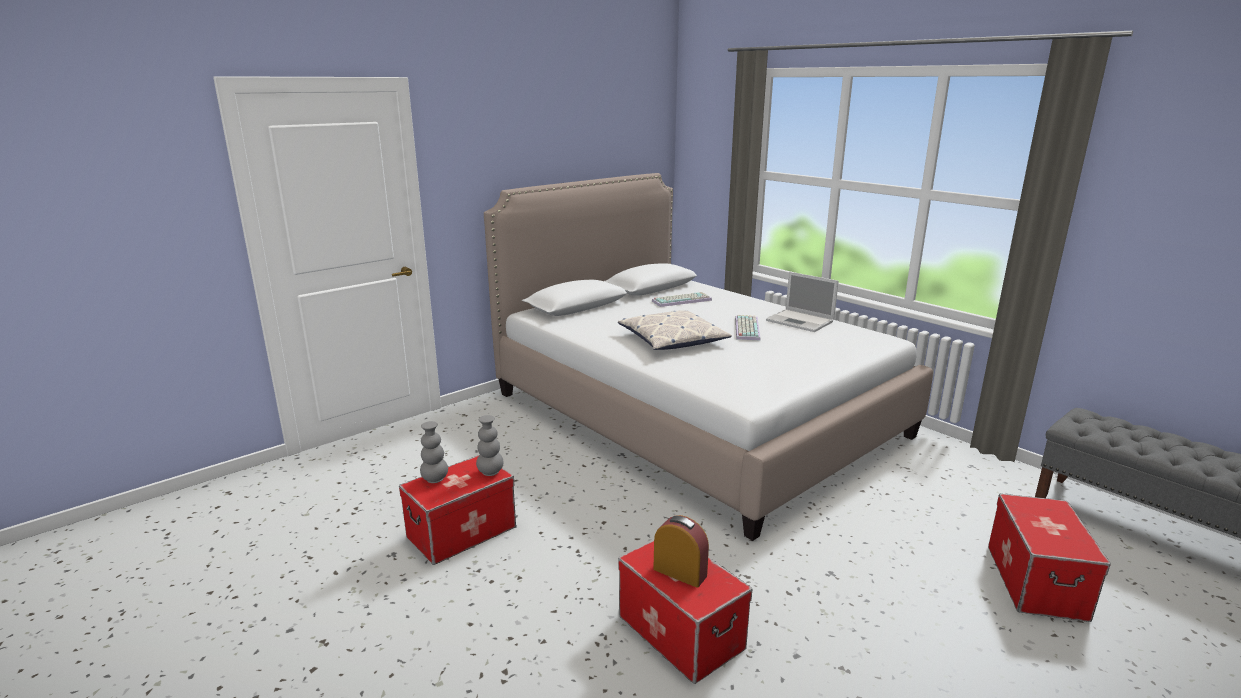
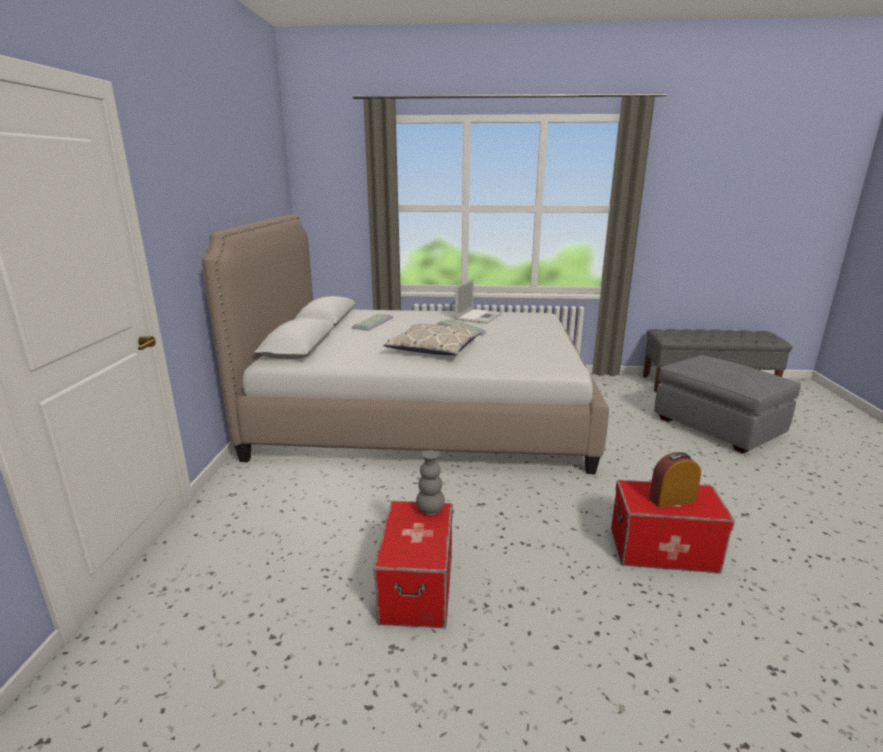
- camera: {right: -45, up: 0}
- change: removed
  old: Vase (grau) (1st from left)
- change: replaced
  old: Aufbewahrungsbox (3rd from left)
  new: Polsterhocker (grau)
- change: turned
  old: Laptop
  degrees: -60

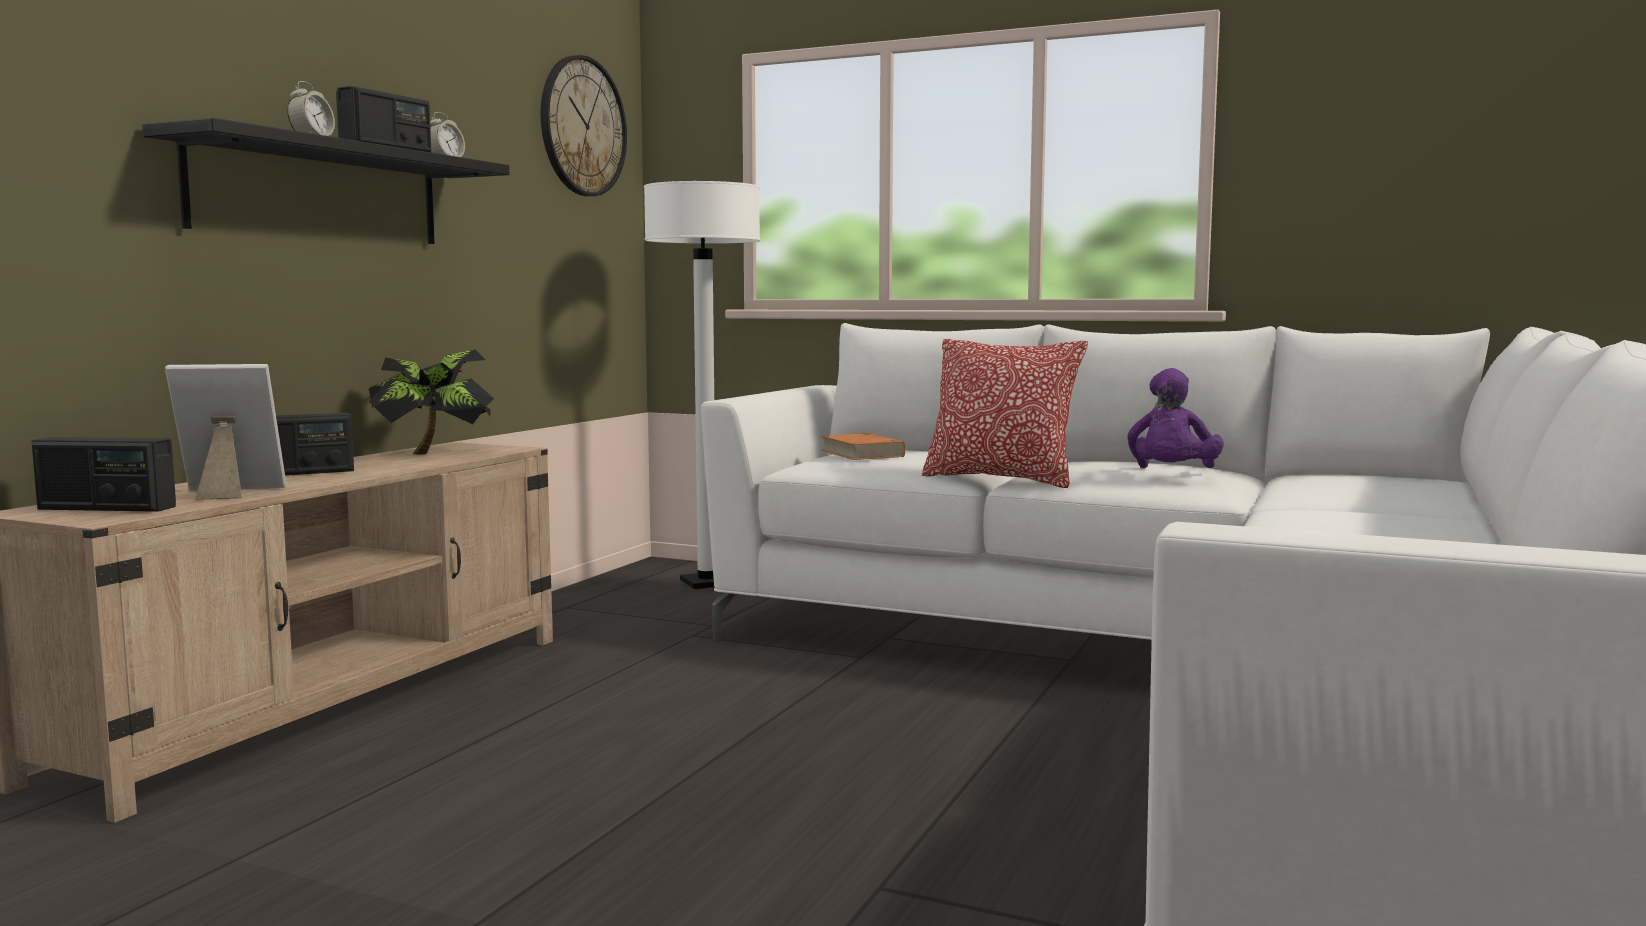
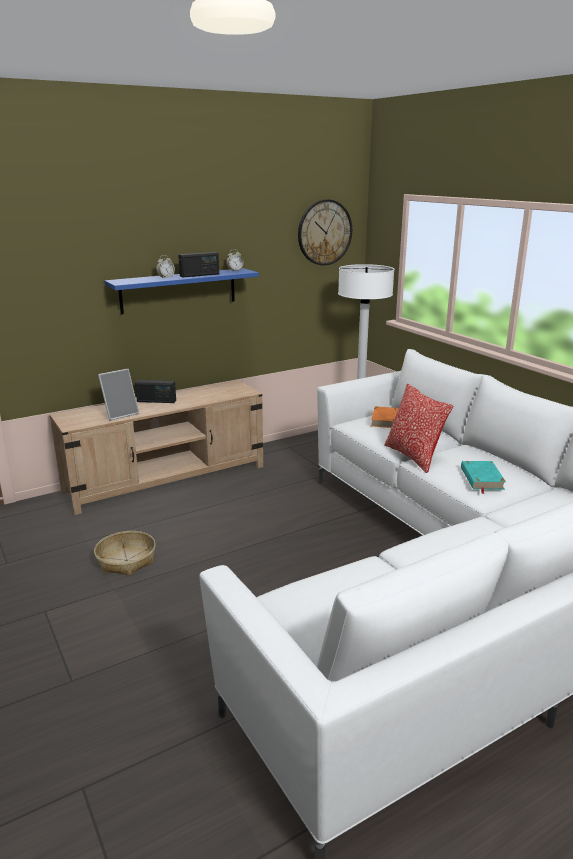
- camera: {right: 35, up: 15}
- change: removed
  old: Radio (1st from left)
- change: removed
  old: Topfpflanze
- change: added
  new: Korb
- change: replaced
  old: Plüschtier (lila)
  new: Buch (türkis)
- change: recoloured
  old: Wandregal (schwarz)
  new: Wandregal (blau)
- change: turned
  old: Bilderrahmen
  degrees: 120

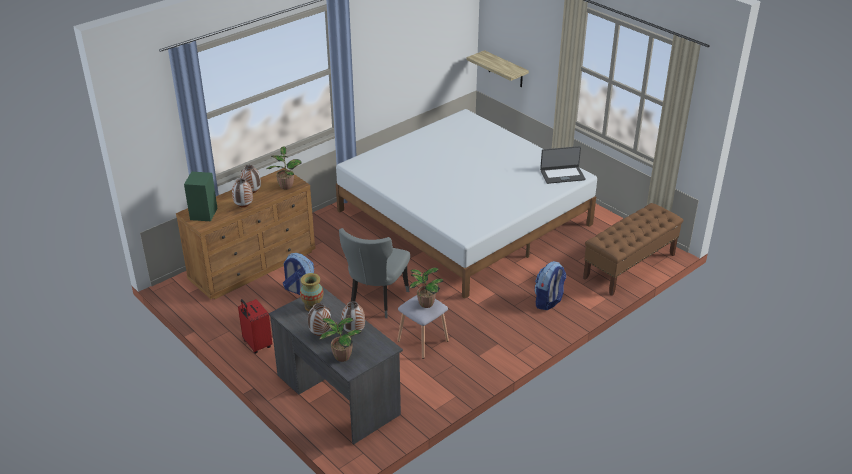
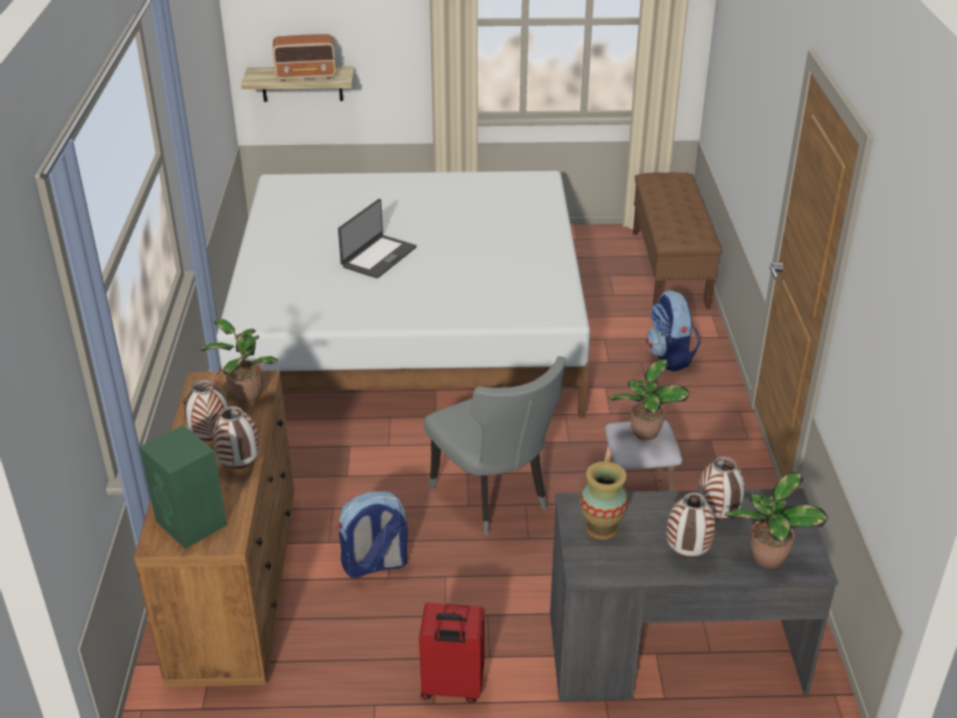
- camera: {right: -50, up: 0}
- change: added
  new: Radio
- change: moved
  old: Laptop

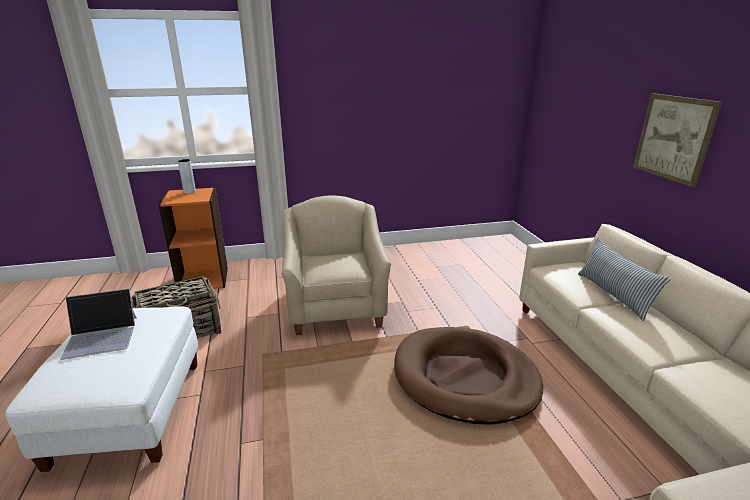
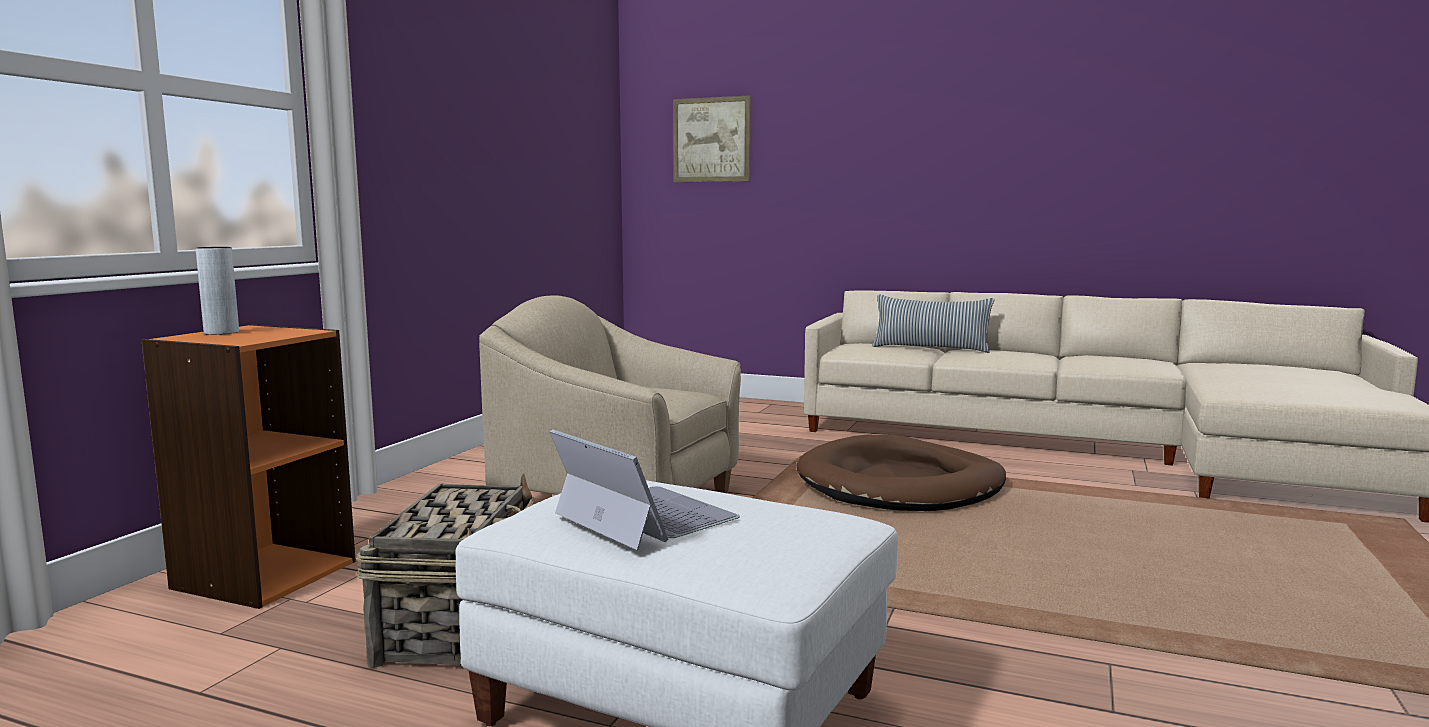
- camera: {right: -55, up: -15}
- change: moved
  old: Bild
- change: turned
  old: Laptop
  degrees: -60

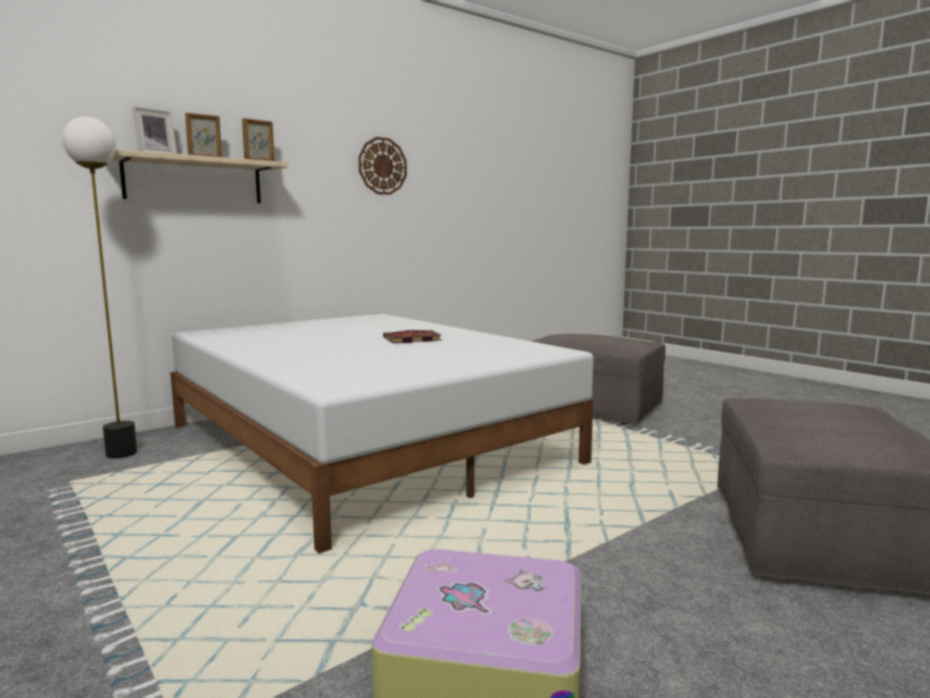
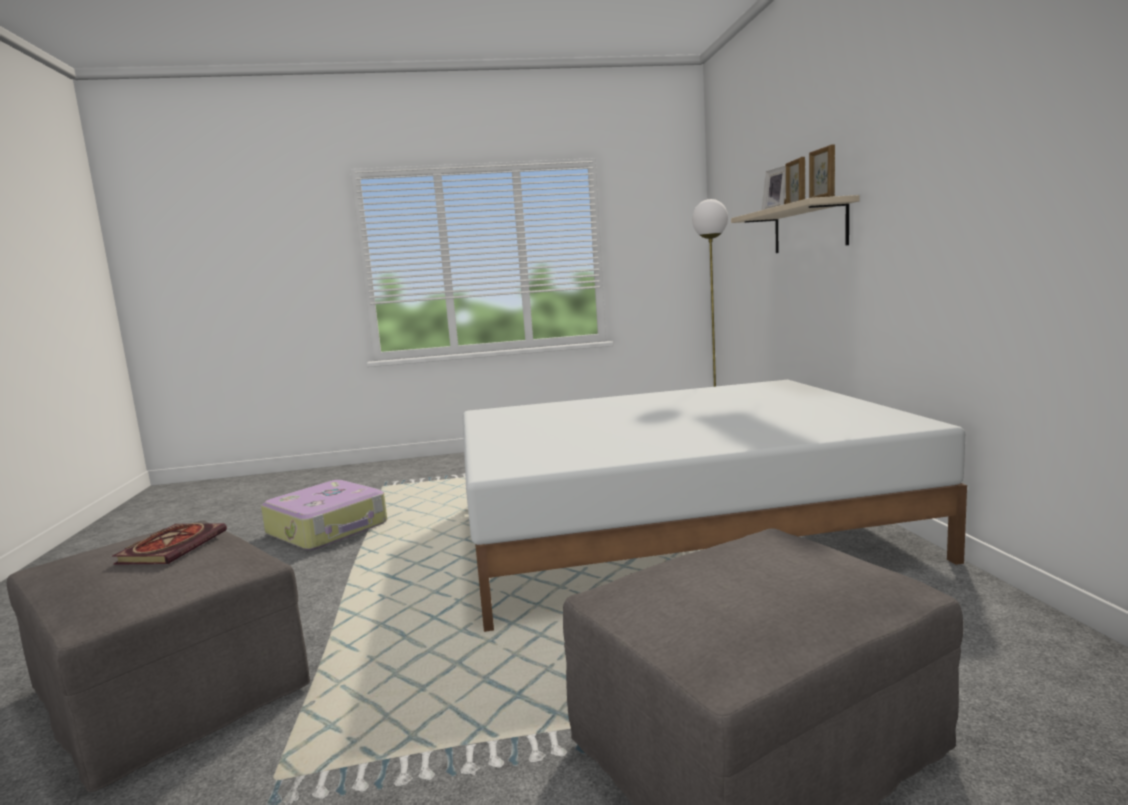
- camera: {right: 120, up: 0}
- change: removed
  old: Wanduhr
- change: moved
  old: Buch

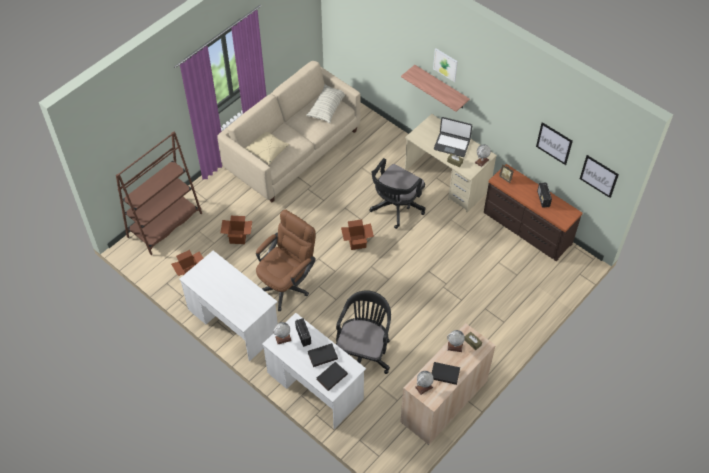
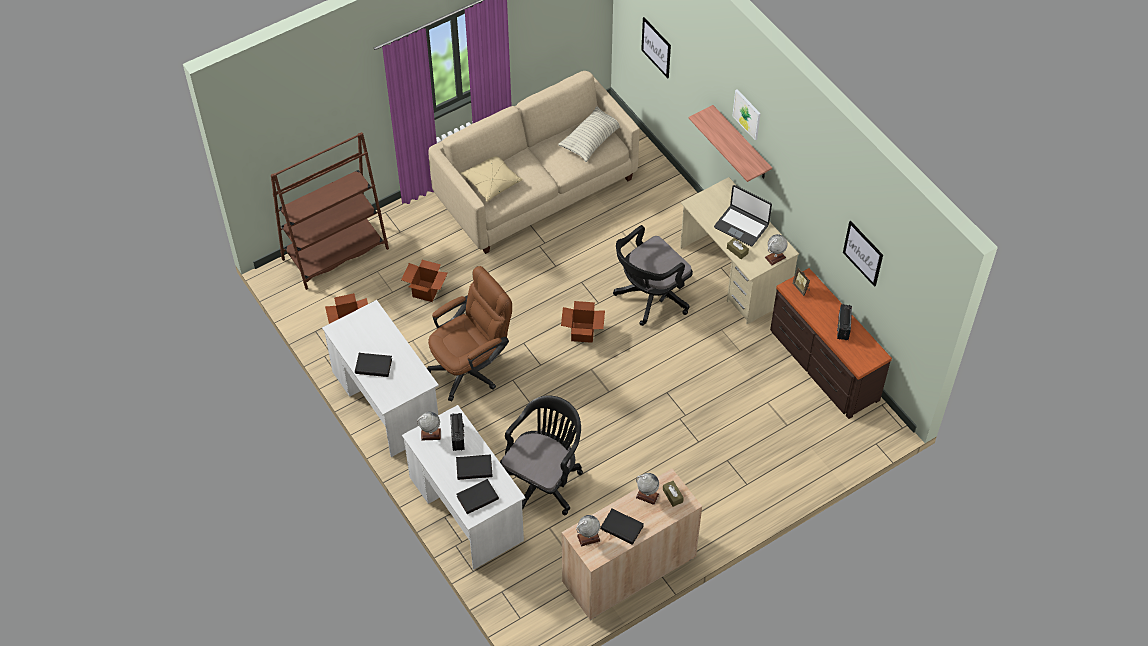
- camera: {right: 15, up: 0}
- change: added
  new: Buch (schwarz) (1st from left)
- change: moved
  old: Bild (3rd from left in the first image)
  new: Bild (1st from left)

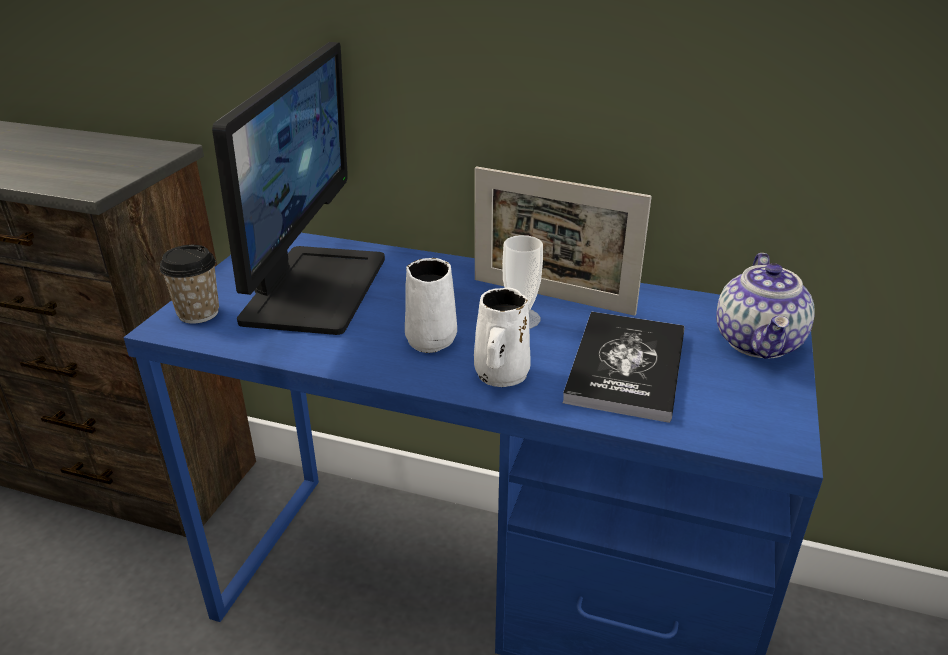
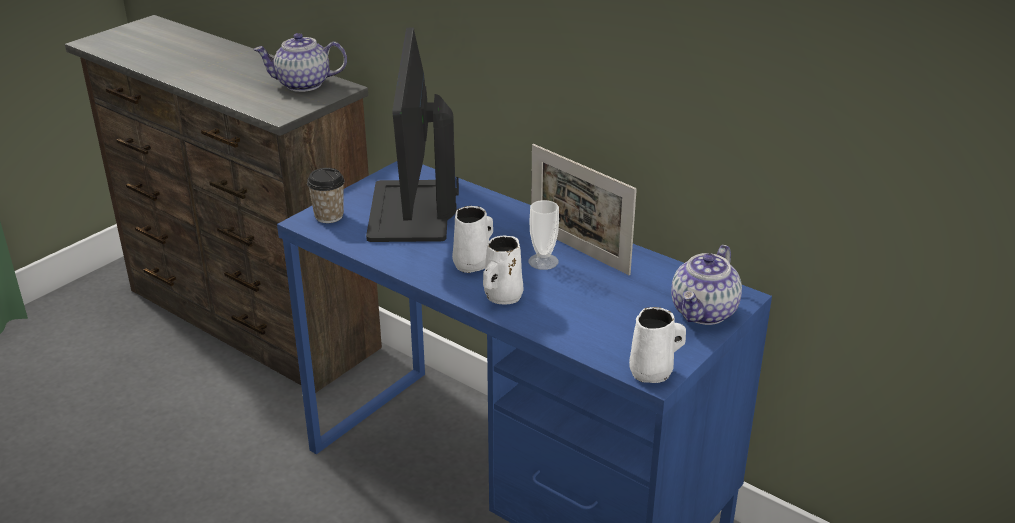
- camera: {right: 20, up: 0}
- change: removed
  old: Buch
- change: added
  new: Teekanne (1st from left)
- change: added
  new: Henkelbecher (weiß) (3rd from left)
- change: turned
  old: Monitor
  degrees: 150

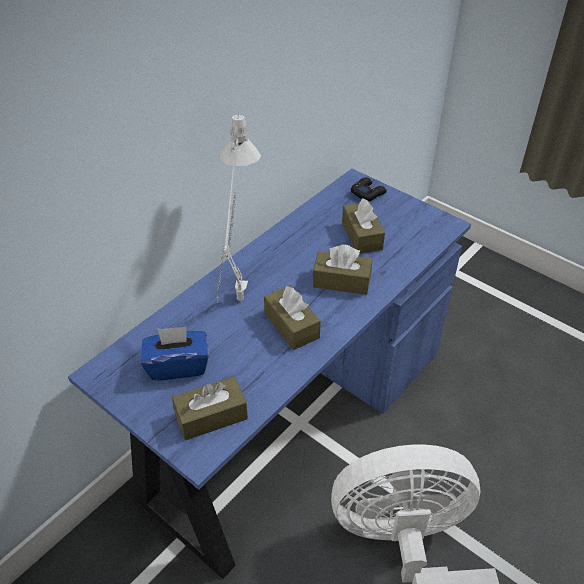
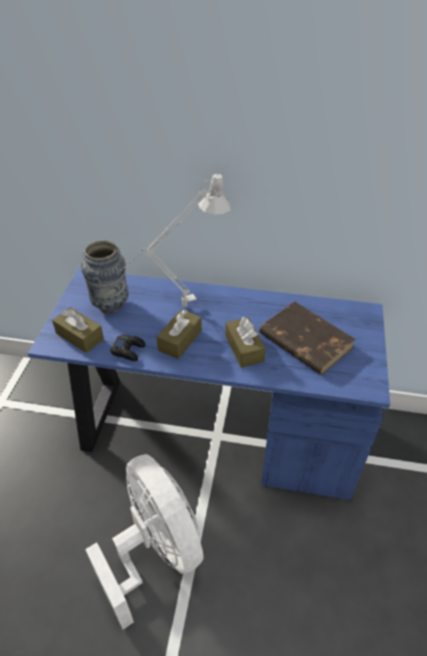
- camera: {right: 60, up: 0}
- change: moved
  old: Gamepad (schwarz)
- change: replaced
  old: Taschentuchbox (blau)
  new: Vase
- change: replaced
  old: Taschentuchbox (braun) (4th from left)
  new: Buch (braun)

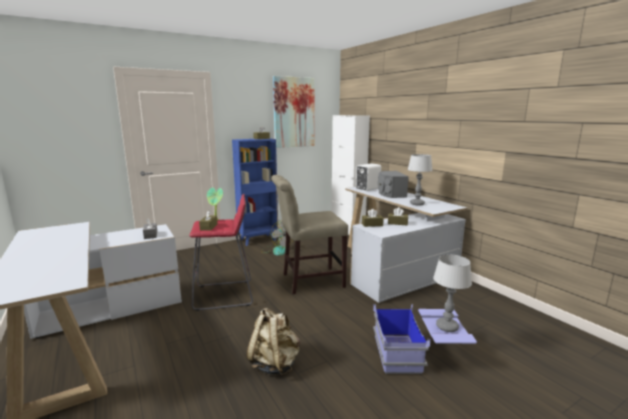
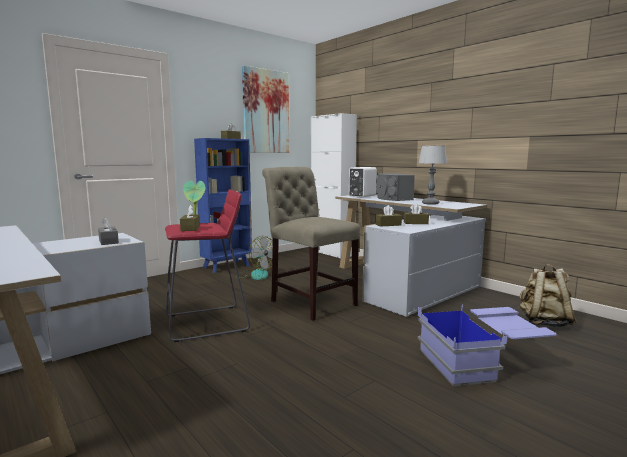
- camera: {right: -10, up: -5}
- change: removed
  old: Tischlampe (2nd from left)
- change: moved
  old: Rucksack (beige)
- change: turned
  old: Stuhl (beige)
  degrees: 75

